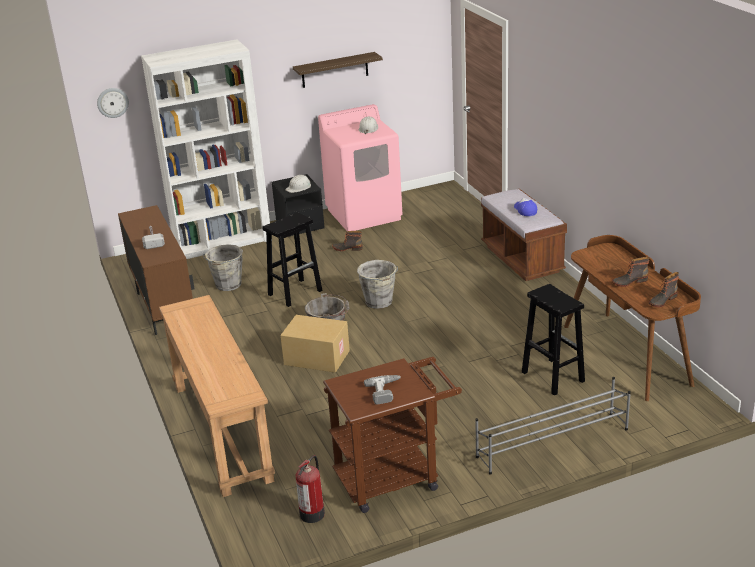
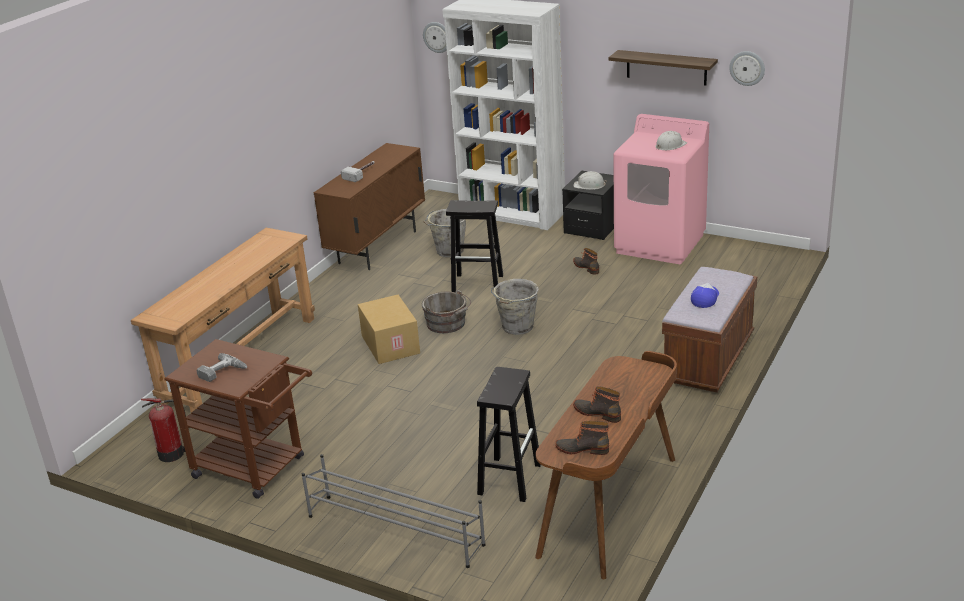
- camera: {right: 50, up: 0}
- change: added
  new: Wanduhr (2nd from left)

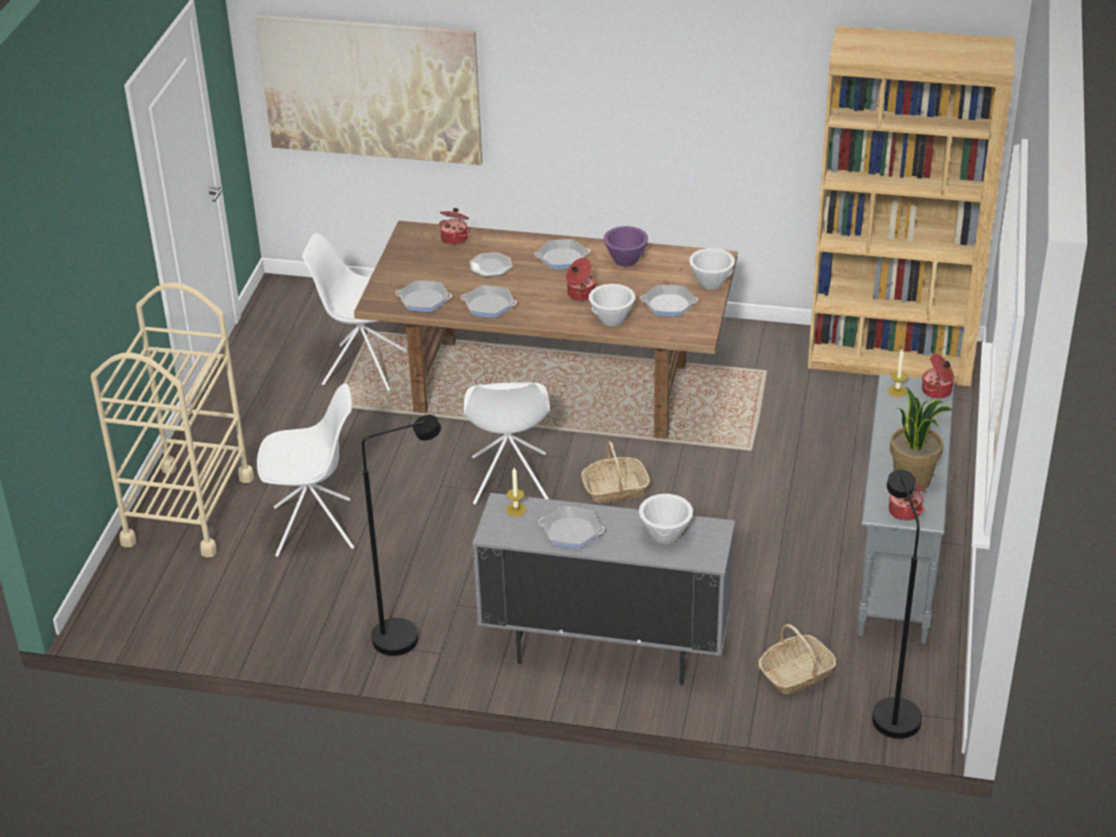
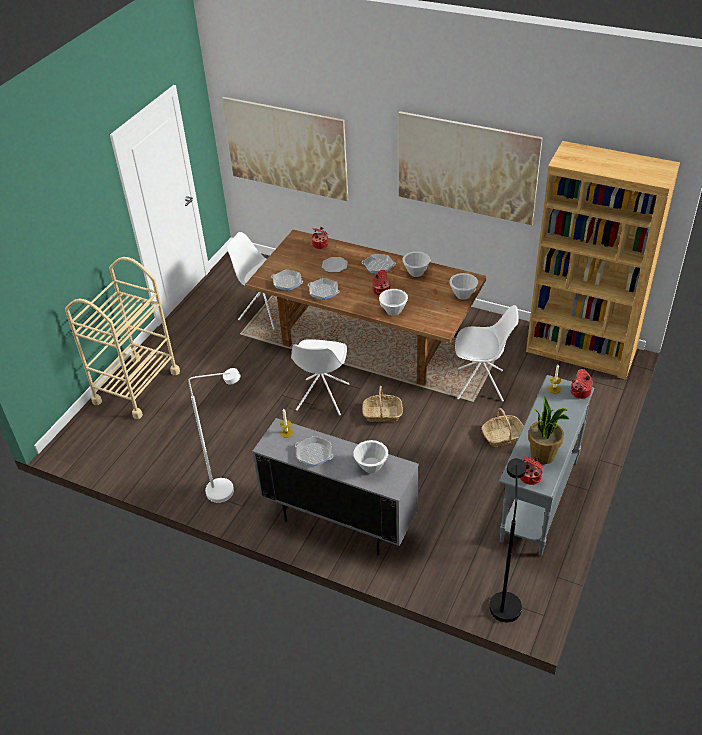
- camera: {right: 15, up: 5}
- change: removed
  old: Pfanne (5th from left)
- change: added
  new: Bild (2nd from left)
- change: moved
  old: Stuhl (weiß) (1st from left in the first image)
  new: Stuhl (weiß) (3rd from left)
- change: moved
  old: Korb (2nd from left)
- change: recoloured
  old: Stehlampe (schwarz) (1st from left)
  new: Stehlampe (weiß)
- change: recoloured
  old: Schüssel (lila)
  new: Schüssel (weiß) (3rd from left)

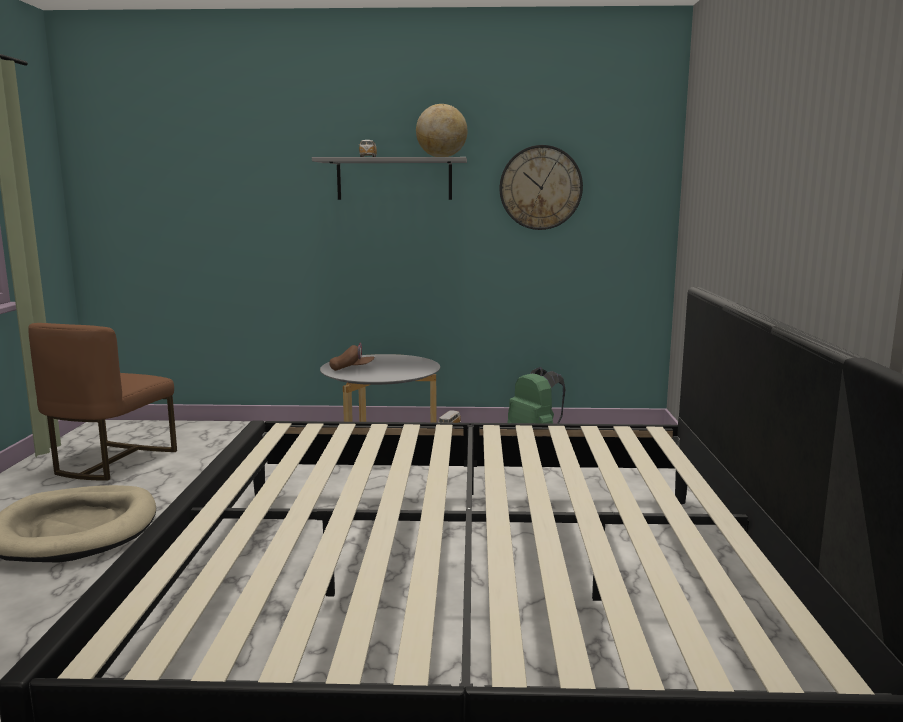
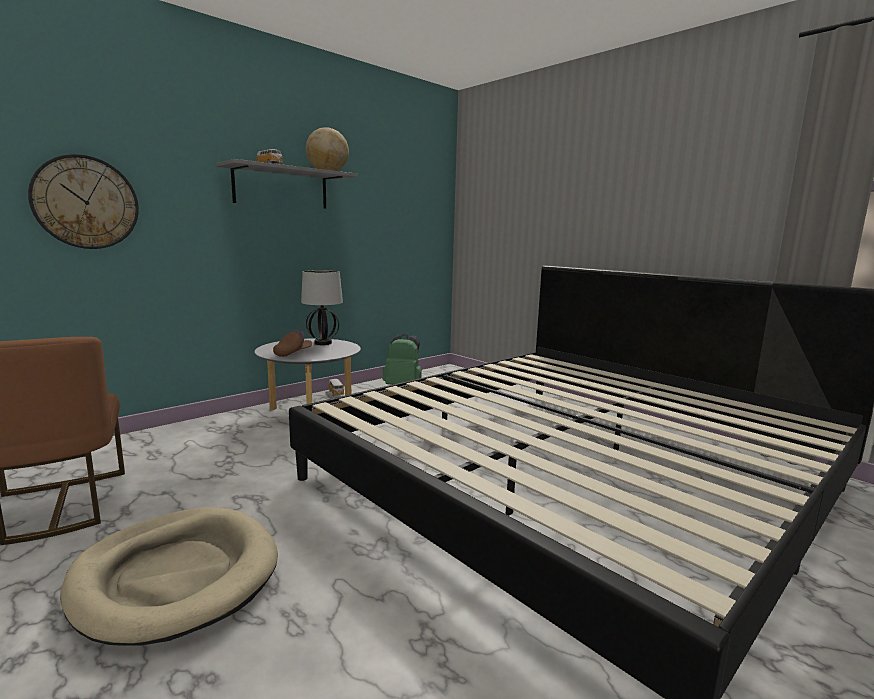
- camera: {right: -45, up: 0}
- change: added
  new: Tischlampe
- change: moved
  old: Wanduhr

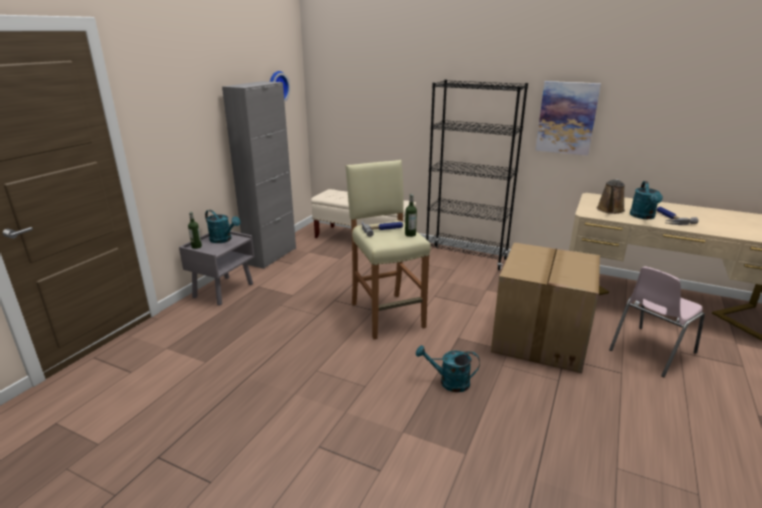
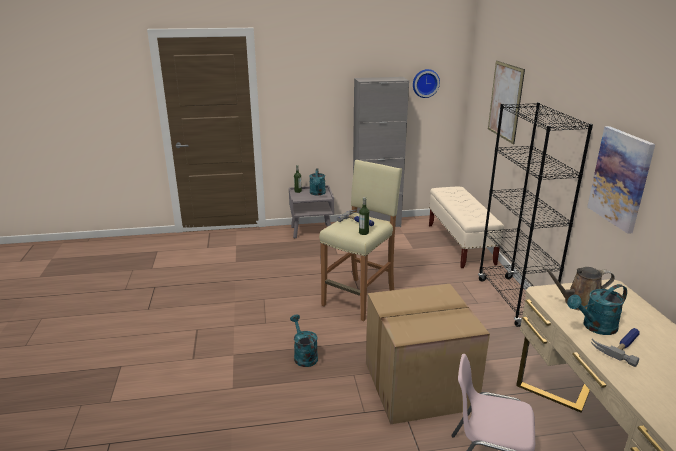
- camera: {right: 55, up: 0}
- change: added
  new: Bild (1st from left)

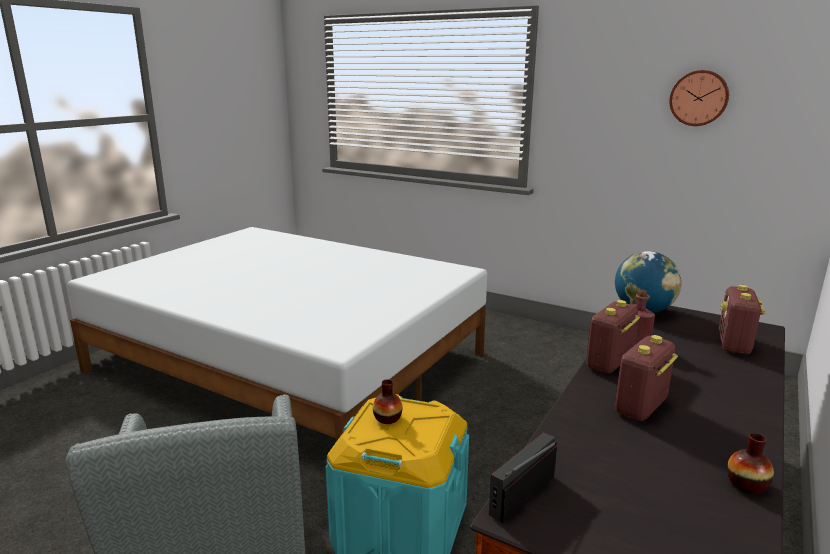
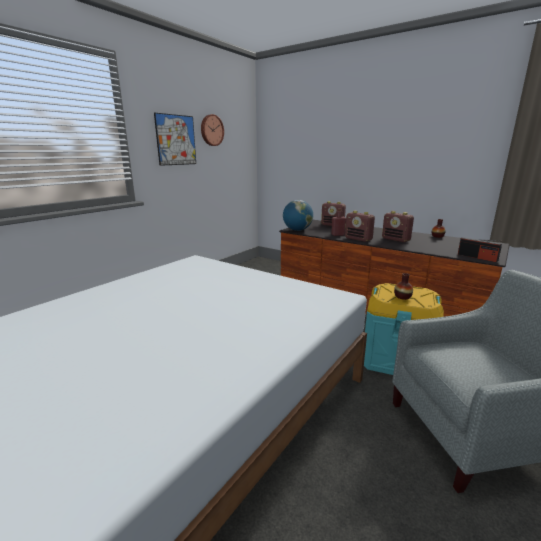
- camera: {right: -85, up: 0}
- change: added
  new: Bild

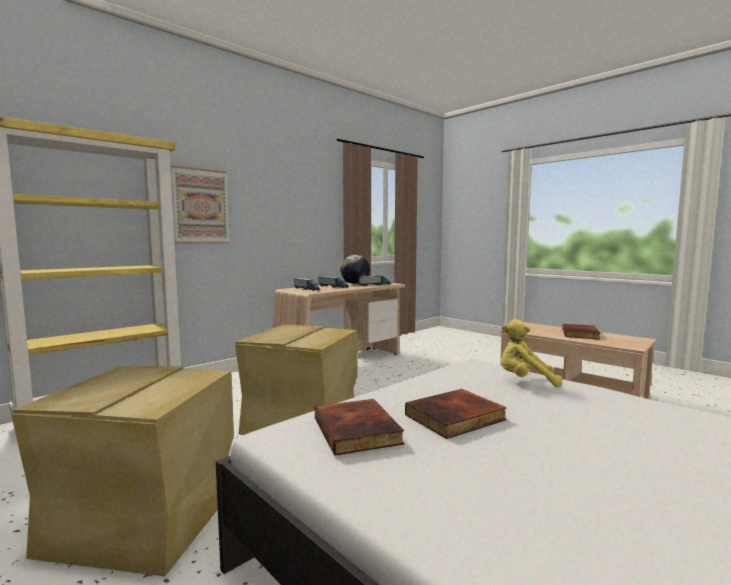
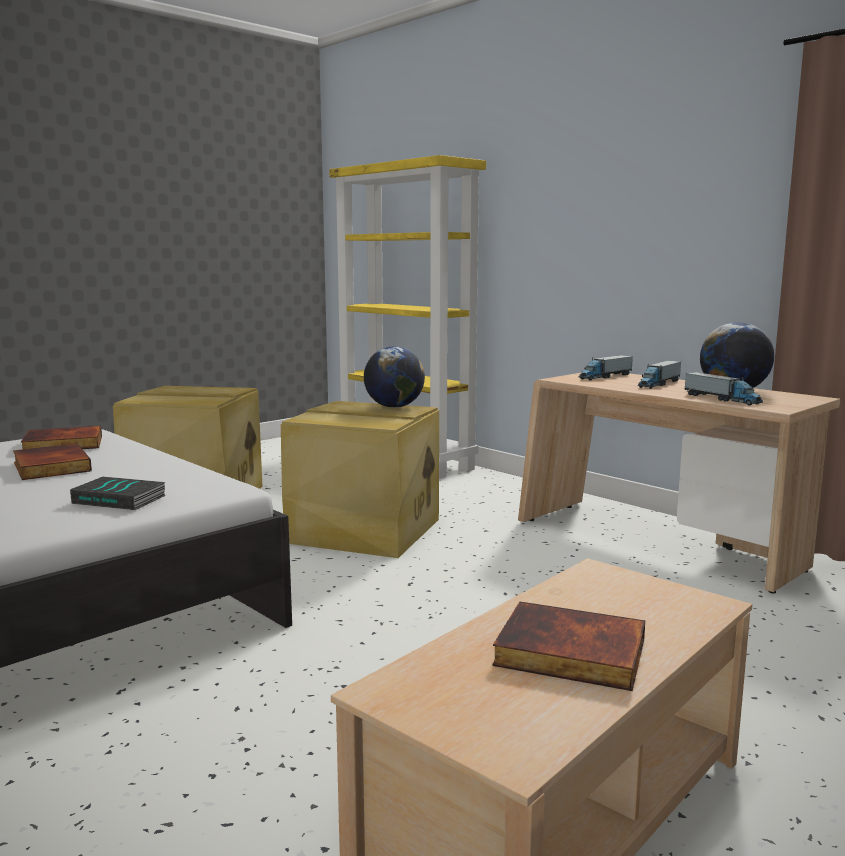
- camera: {right: 90, up: 5}
- change: removed
  old: Bild
- change: added
  new: Globus (1st from left)
- change: replaced
  old: Plüschtier (gelb)
  new: Buch (3rd from left)

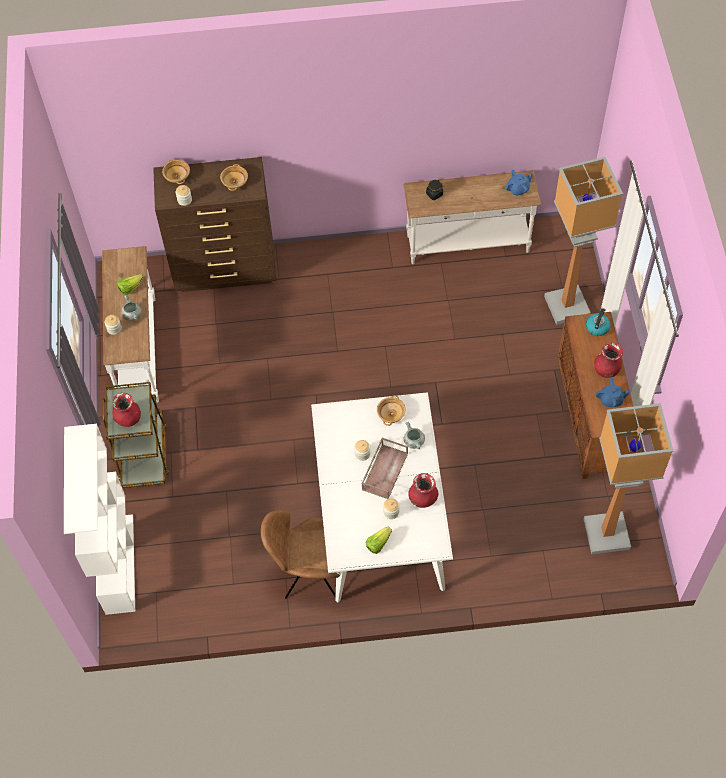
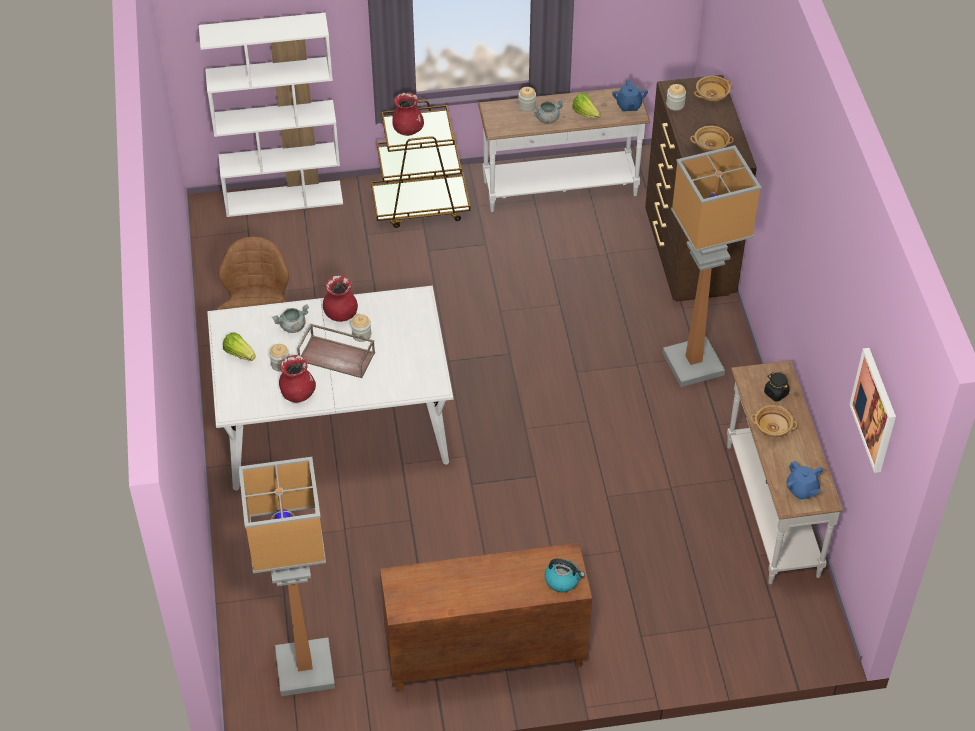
- camera: {right: 85, up: -10}
- change: added
  new: Bild
- change: moved
  old: Schüssel (beige) (3rd from left)
- change: moved
  old: Kochtopf (grau) (2nd from left in the first image)
  new: Kochtopf (grau) (1st from left)
- change: moved
  old: Stehlampe (1st from left in the first image)
  new: Stehlampe (2nd from left)
- change: moved
  old: Vase (rot) (3rd from left in the first image)
  new: Vase (rot) (2nd from left)
- change: moved
  old: Teekanne (blau) (2nd from left in the first image)
  new: Teekanne (blau) (1st from left)

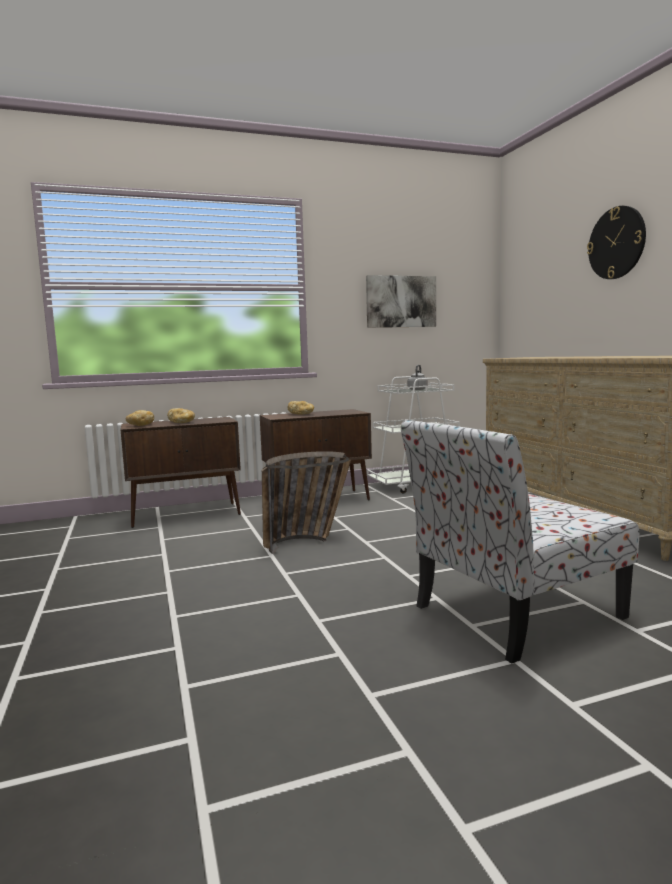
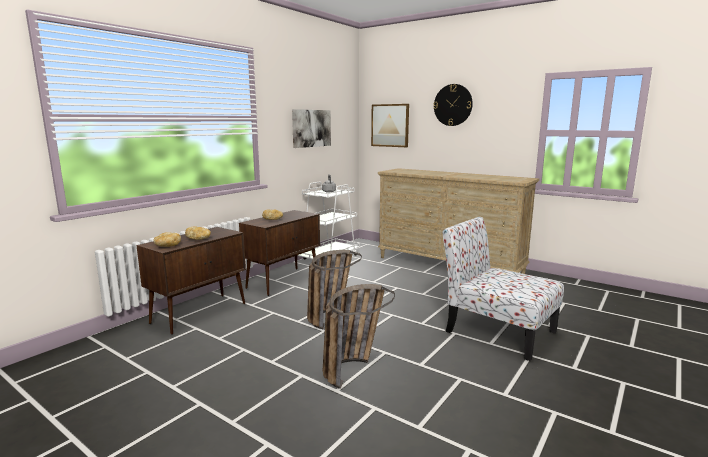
- camera: {right: -35, up: 5}
- change: added
  new: Korb (2nd from left)
- change: added
  new: Bild (2nd from left)
- change: turned
  old: Stuhl
  degrees: 105

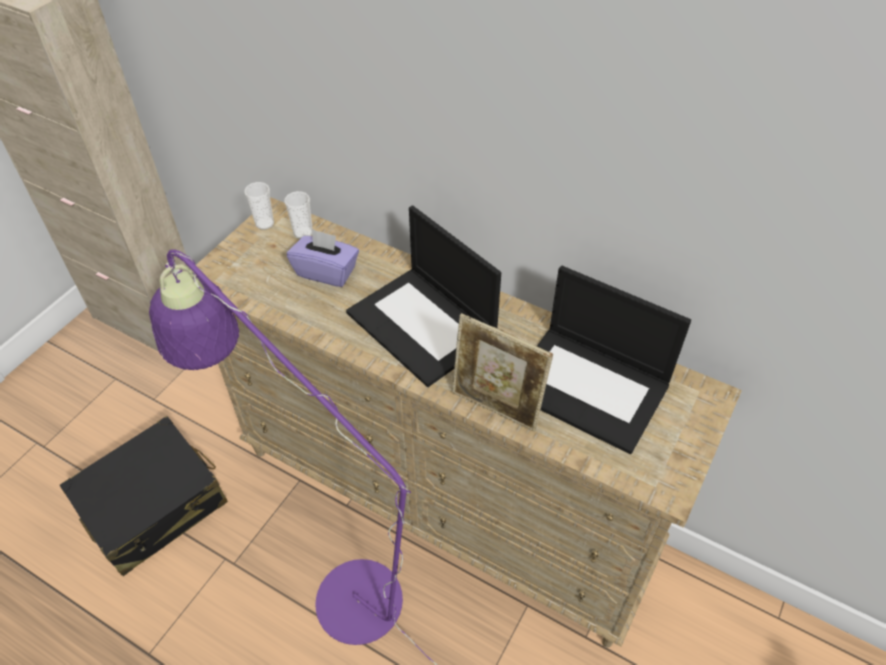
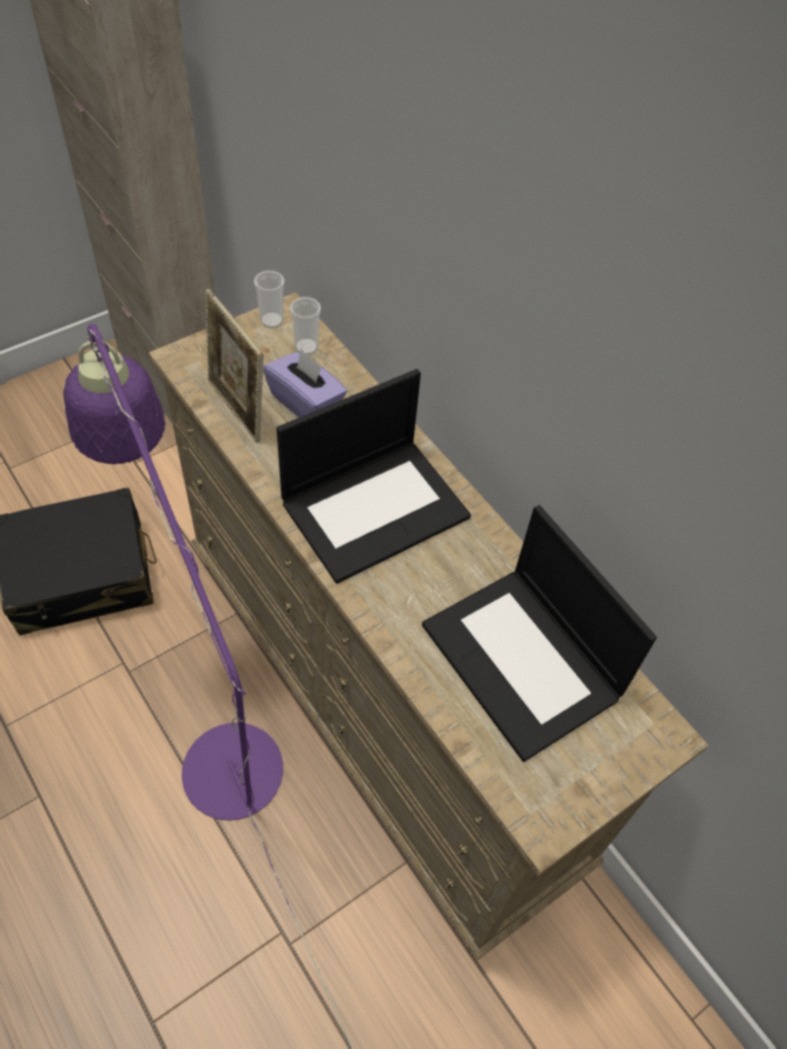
- camera: {right: 20, up: 5}
- change: moved
  old: Bilderrahmen
- change: turned
  old: Laptop (1st from left)
  degrees: -105

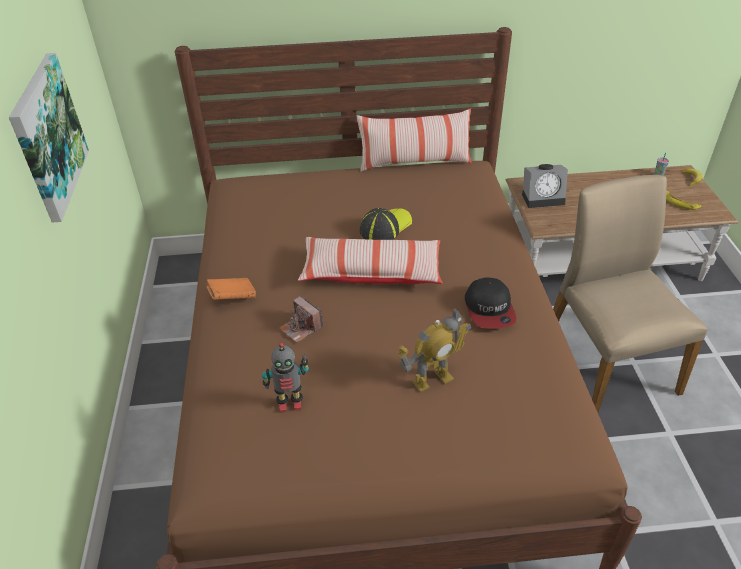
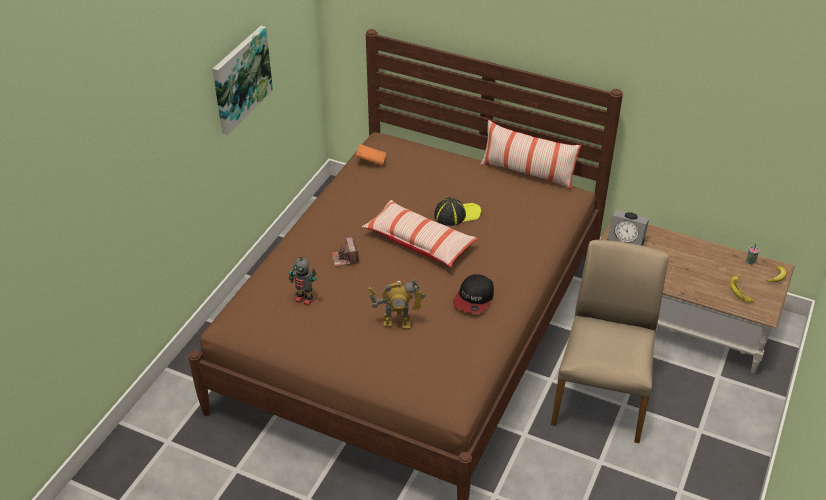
- camera: {right: 30, up: 0}
- change: moved
  old: Buch (orange)

